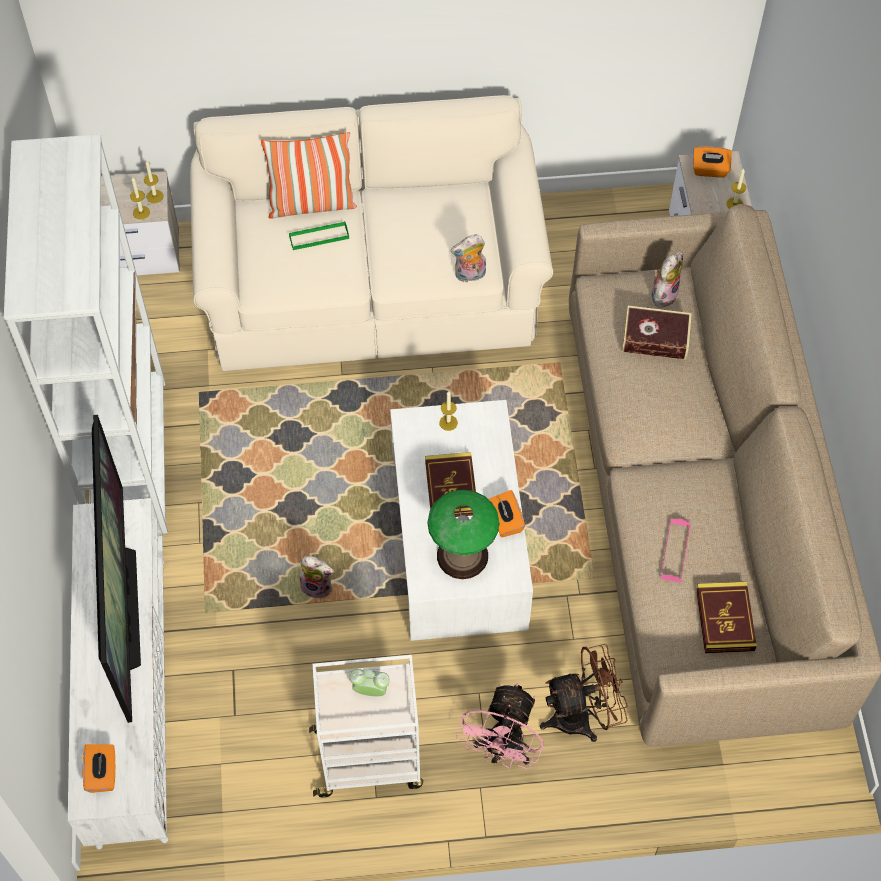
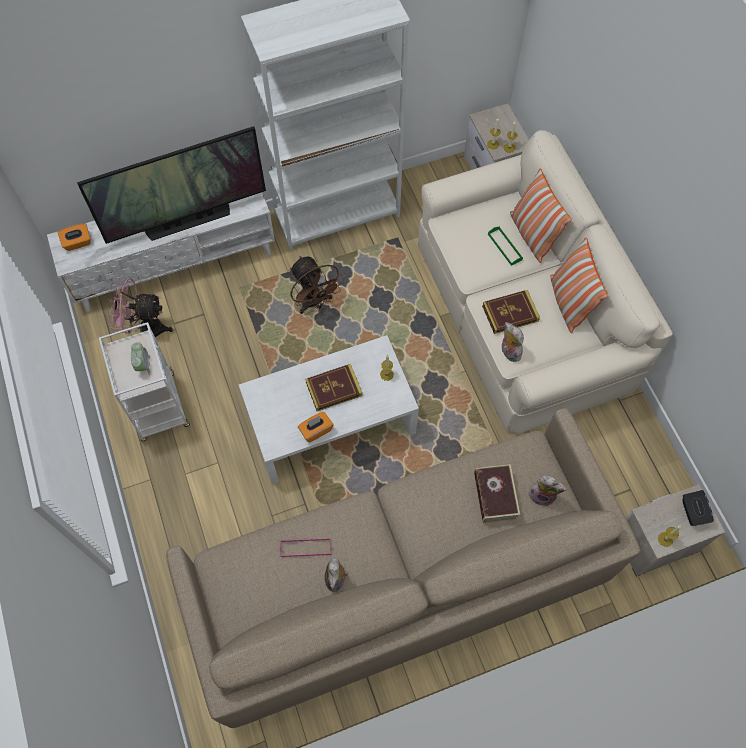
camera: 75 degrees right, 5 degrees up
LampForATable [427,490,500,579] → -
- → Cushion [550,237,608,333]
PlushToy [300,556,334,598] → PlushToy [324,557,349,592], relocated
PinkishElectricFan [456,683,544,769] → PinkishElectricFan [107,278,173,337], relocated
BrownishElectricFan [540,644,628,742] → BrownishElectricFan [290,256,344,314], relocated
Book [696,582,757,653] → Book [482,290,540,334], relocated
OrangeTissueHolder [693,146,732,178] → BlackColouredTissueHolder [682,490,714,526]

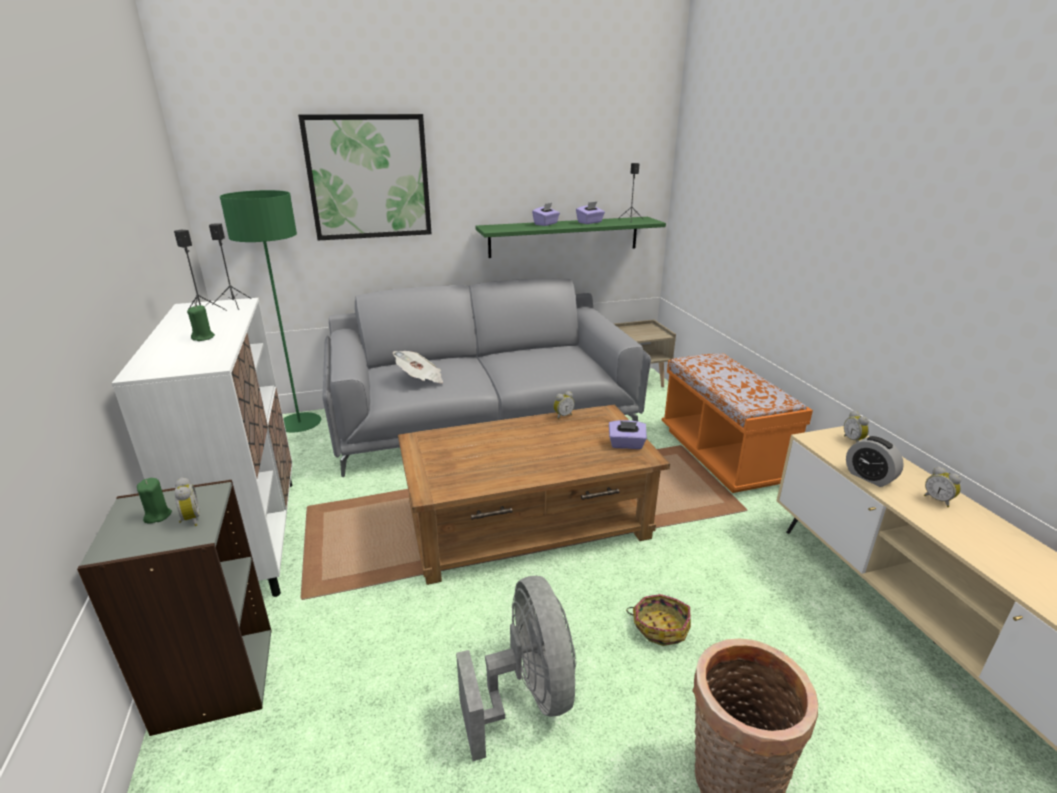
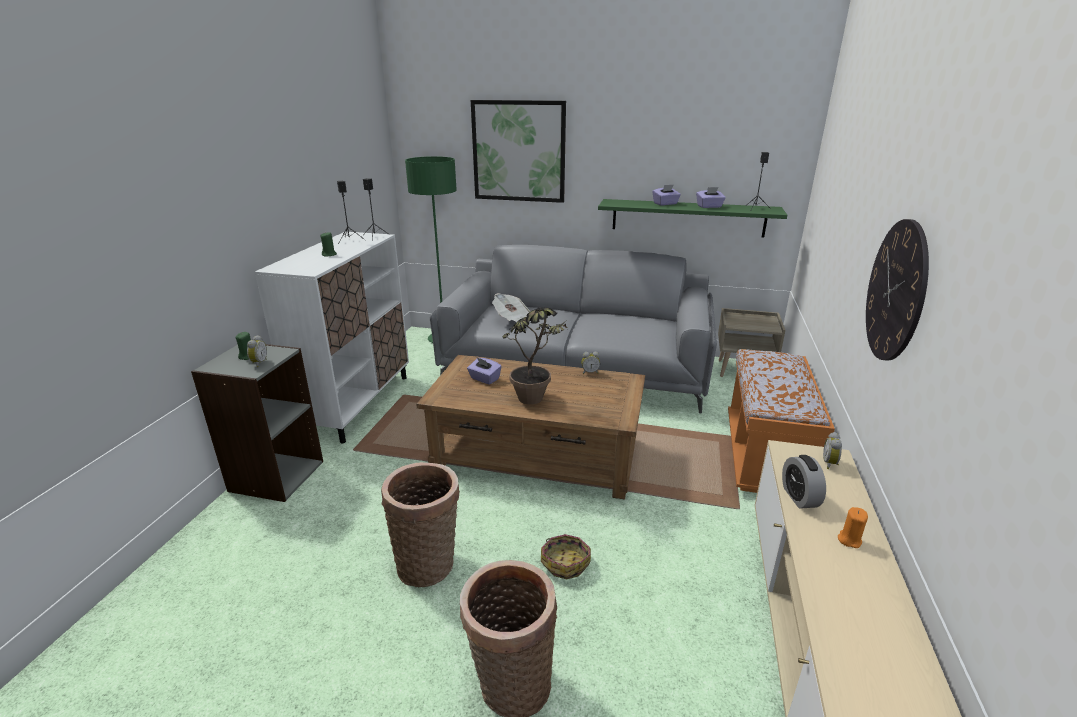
camera: 30 degrees right, 0 degrees up
- → PottedPlant [503,308,567,405]
- → WallClock [866,219,929,361]
PurpleColouredTissueHolder [609,420,647,449] → PurpleColouredTissueHolder [467,357,502,385], relocated
GreyElectricFan [456,576,576,761] → StorageBasket [381,462,460,587]
BedsideClock [924,466,961,507] → OrangeWaxLight [838,507,868,548]

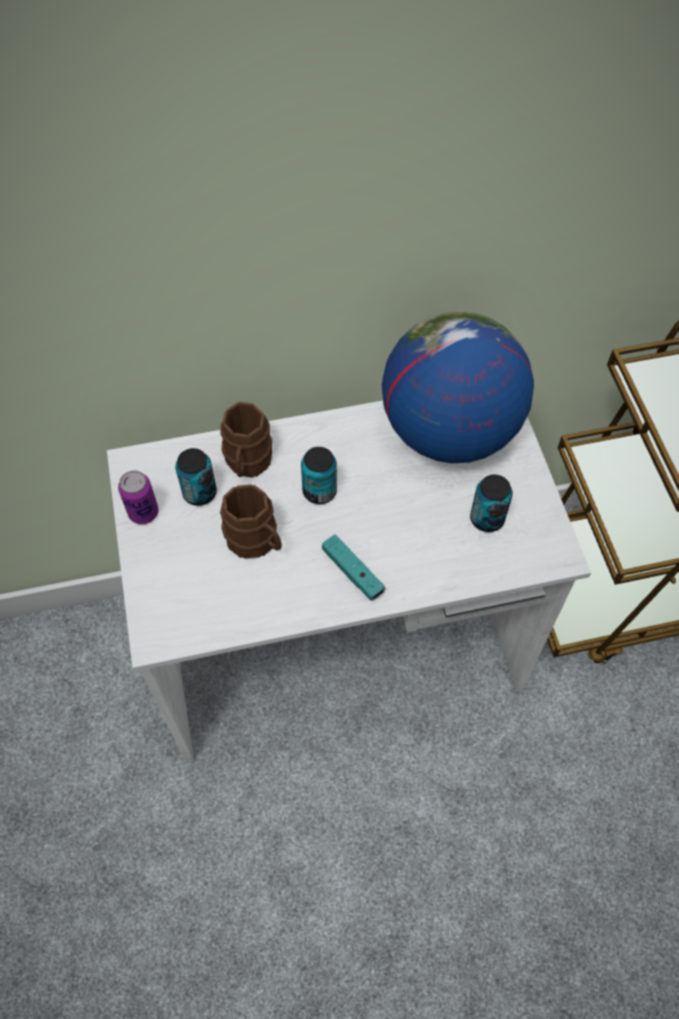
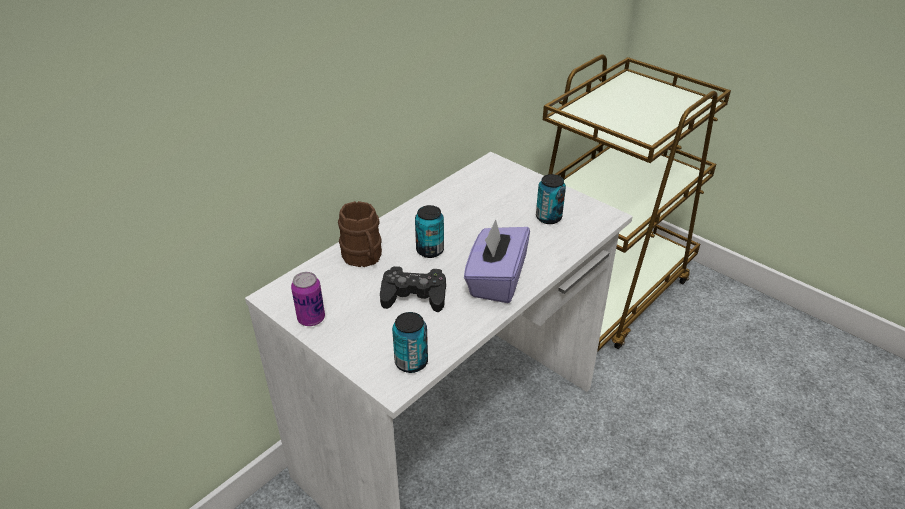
camera: 35 degrees left, 20 degrees down
Globe [382,311,534,463] → -
SealedCan [175,448,217,506] → SealedCan [392,312,428,373], relocated
BrownishTeaMug [220,484,282,559] → BlackColouredGameController [380,266,446,312]
TurquoiseColouredGameController [322,535,385,601] → PurpleColouredTissueHolder [464,219,530,303]

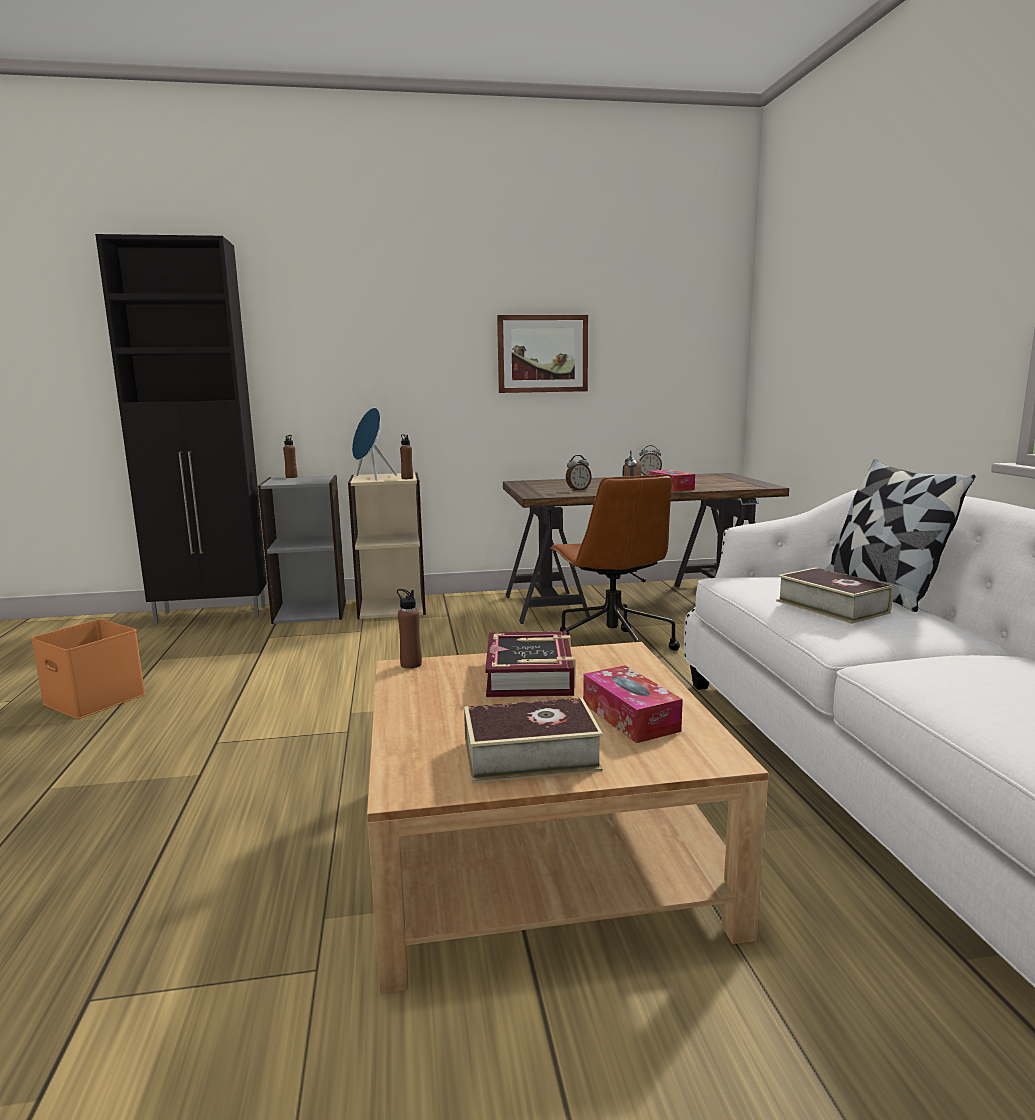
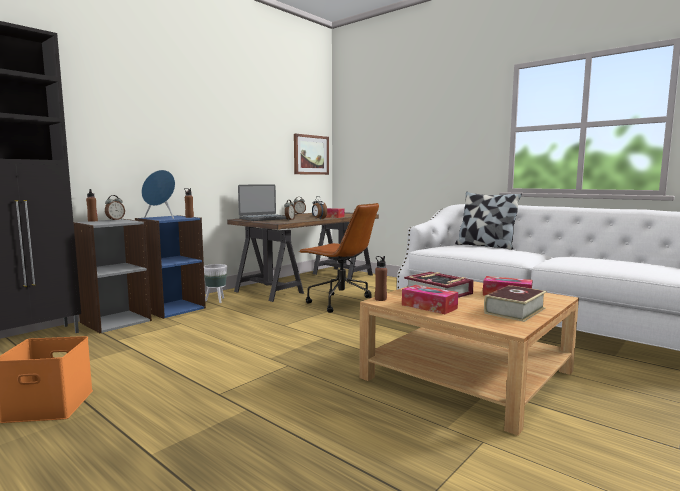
camera: 40 degrees left, 5 degrees down
Book [776,567,893,624] → -
- → BedsideClock [105,195,125,220]
- → WhitishPlanter [204,264,227,303]
- → Laptop [238,184,287,221]
- → TissueHolder [402,285,458,314]
WallPicture [497,315,588,393] → WallPicture [294,134,329,175], relocated
BeigeBookcase [348,473,426,619] → BluishBookcase [135,215,206,319]

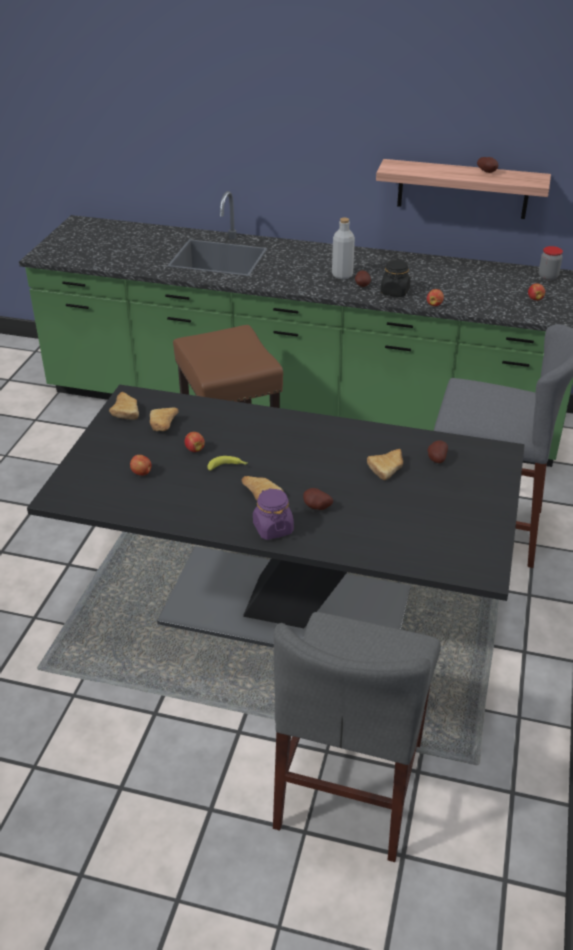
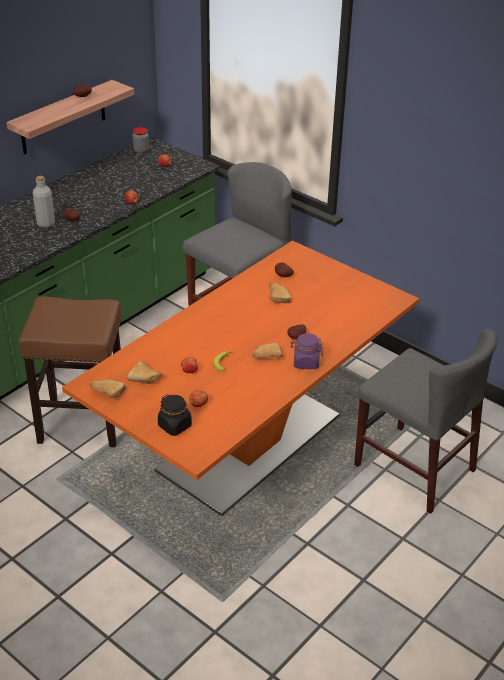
camera: 65 degrees left, 0 degrees up
BlackColouredStorageJar [381,259,411,297] → BlackColouredStorageJar [158,394,192,436], relocated
BlackColouredDinnerTable [27,384,525,648] → OrangeDinnerTable [62,240,419,516]

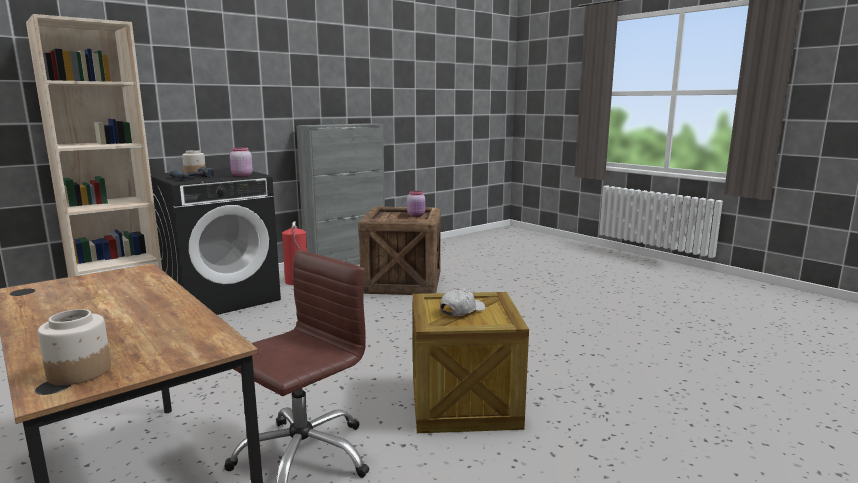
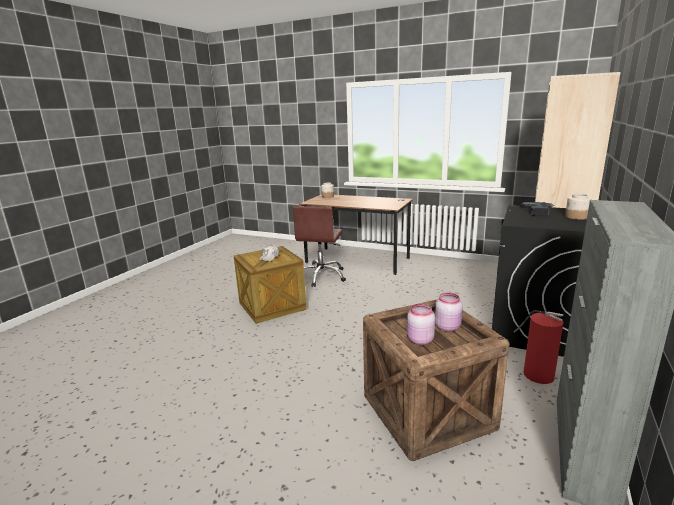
camera: 155 degrees right, 5 degrees up
PinkishStorageJar [230,147,253,177] → PinkishStorageJar [435,292,463,332], relocated

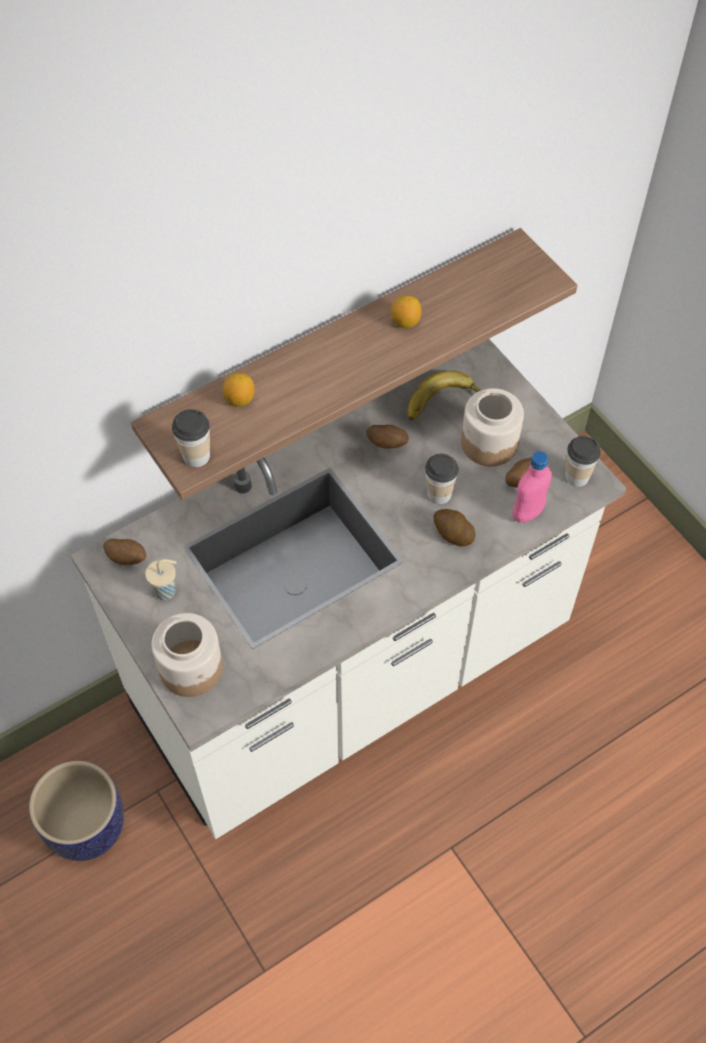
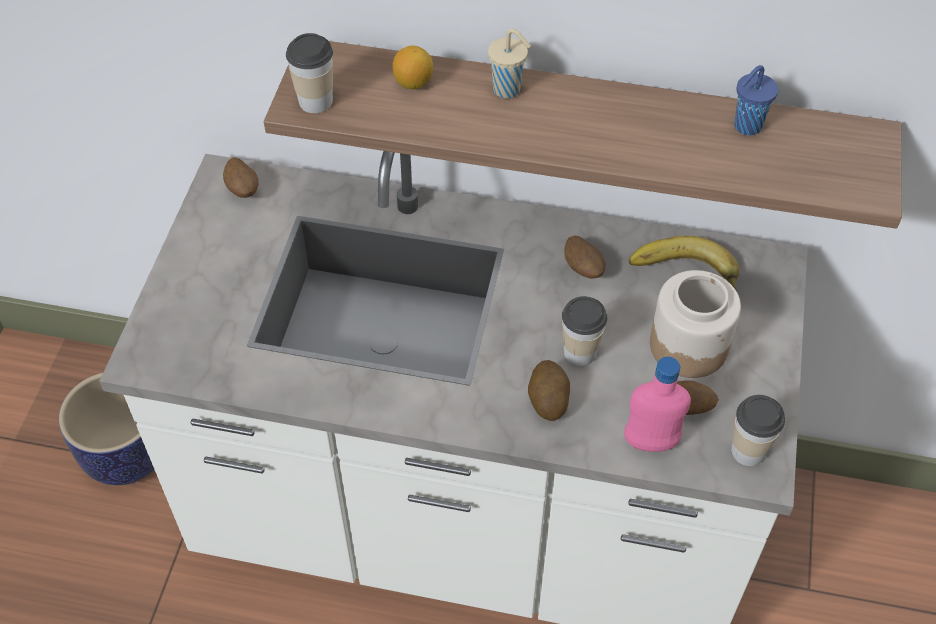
camera: 45 degrees right, 5 degrees down
StorageJar [151,613,223,697] → -
Lemon [391,295,421,328] → -
- → BluishSmallCup [734,65,778,135]
BeigeSmallCup [145,559,177,600] → BeigeSmallCup [488,28,531,99], relocated

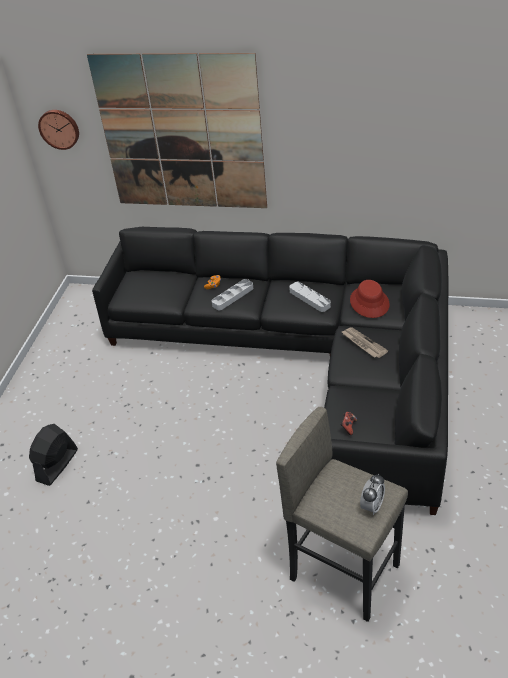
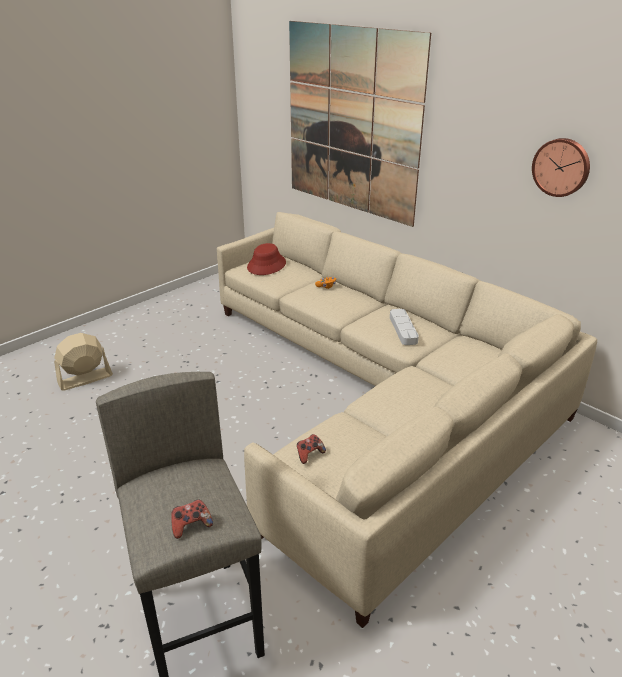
camera: 30 degrees right, 10 degrees down
GreyTray [212,279,253,310] → -
Newspaper [342,327,388,358] → -
WallClock [38,110,79,150] → WallClock [532,138,590,197], relocated
RedClothingHat [350,280,390,318] → RedClothingHat [247,243,286,275], relocated
BedsideClock [360,474,385,515] → GameController [171,499,213,539]
BlackColouredElectricFan [29,424,78,486] → BeigeElectricFan [54,333,113,391]
BlackColouredSofa [92,227,449,515] → BeigeSofa [217,212,597,628]

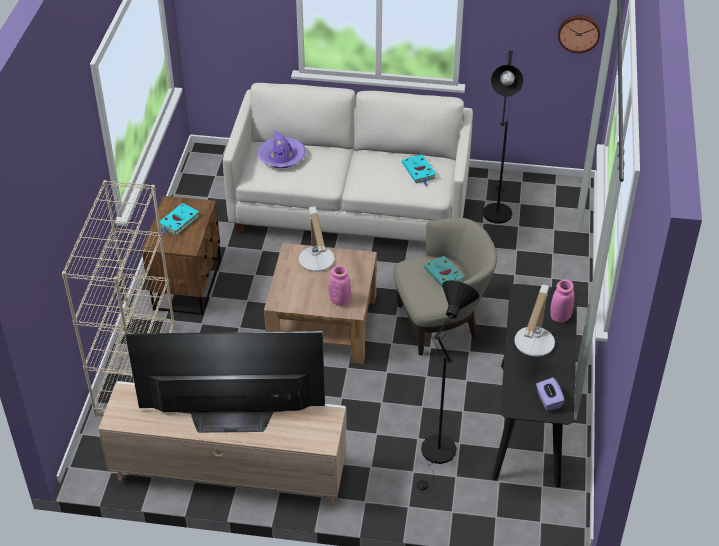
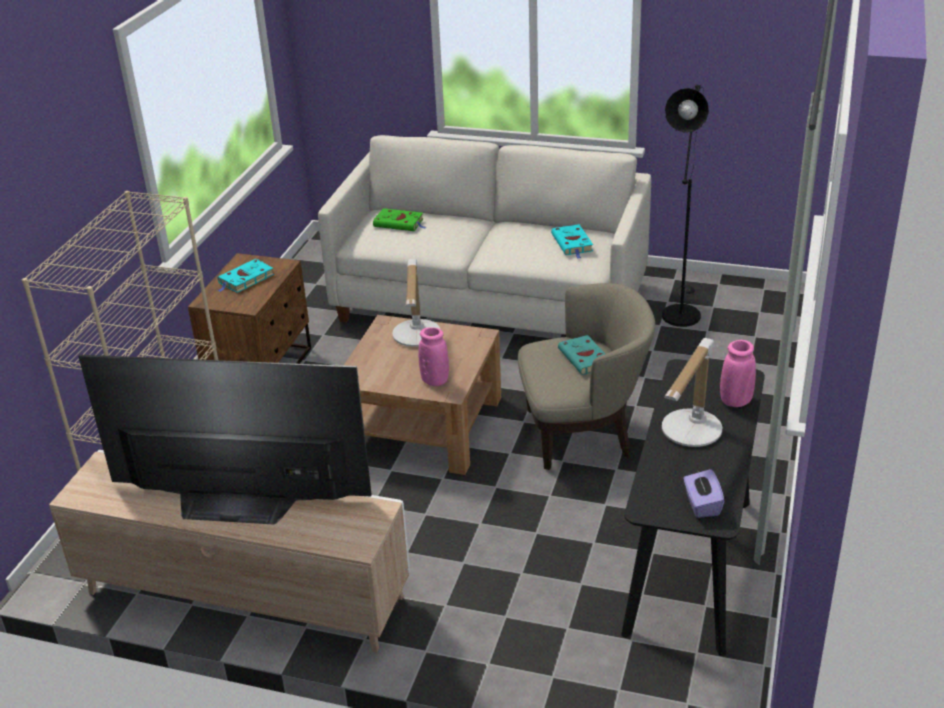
camera: 10 degrees right, 10 degrees down
BlackColouredStandingLamp [417,280,479,494] → -
WallClock [558,15,600,53] → -
PurpleColouredClothingHat [257,130,306,168] → GreenishBook [373,208,426,231]

